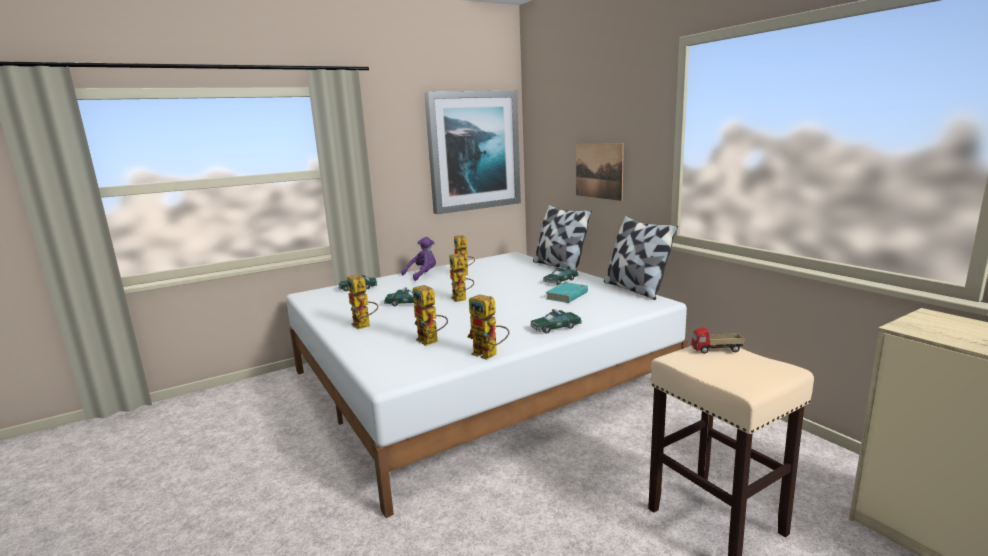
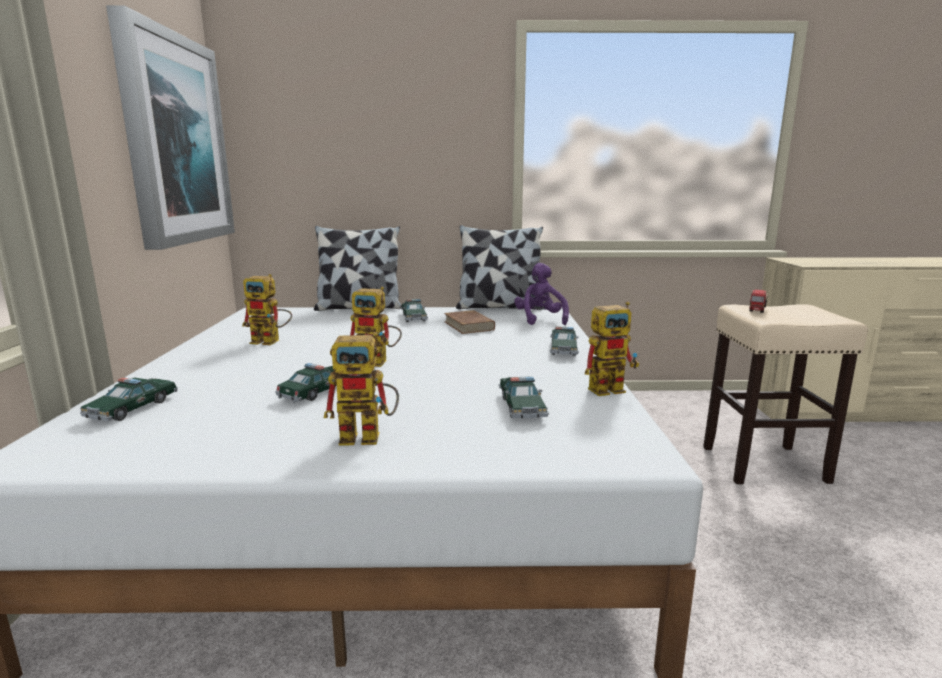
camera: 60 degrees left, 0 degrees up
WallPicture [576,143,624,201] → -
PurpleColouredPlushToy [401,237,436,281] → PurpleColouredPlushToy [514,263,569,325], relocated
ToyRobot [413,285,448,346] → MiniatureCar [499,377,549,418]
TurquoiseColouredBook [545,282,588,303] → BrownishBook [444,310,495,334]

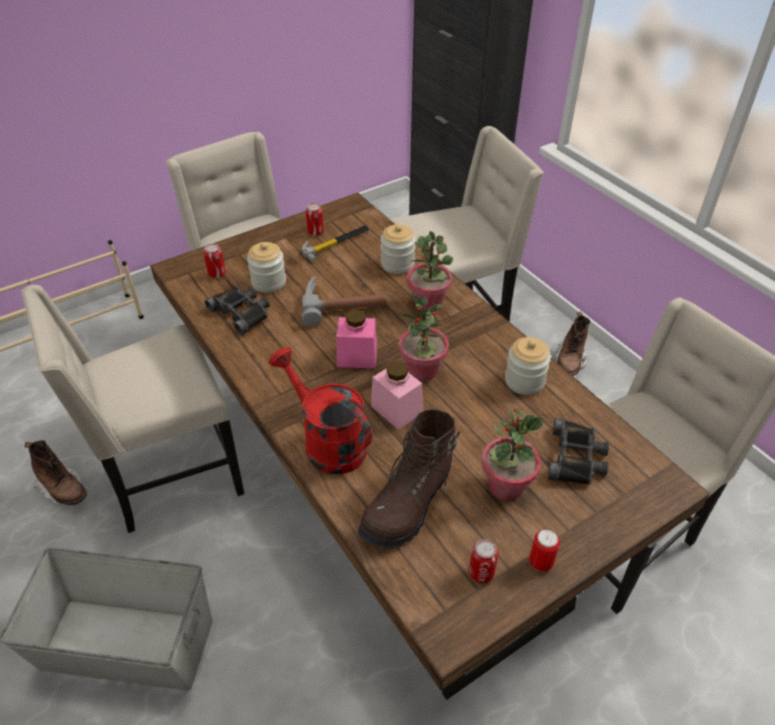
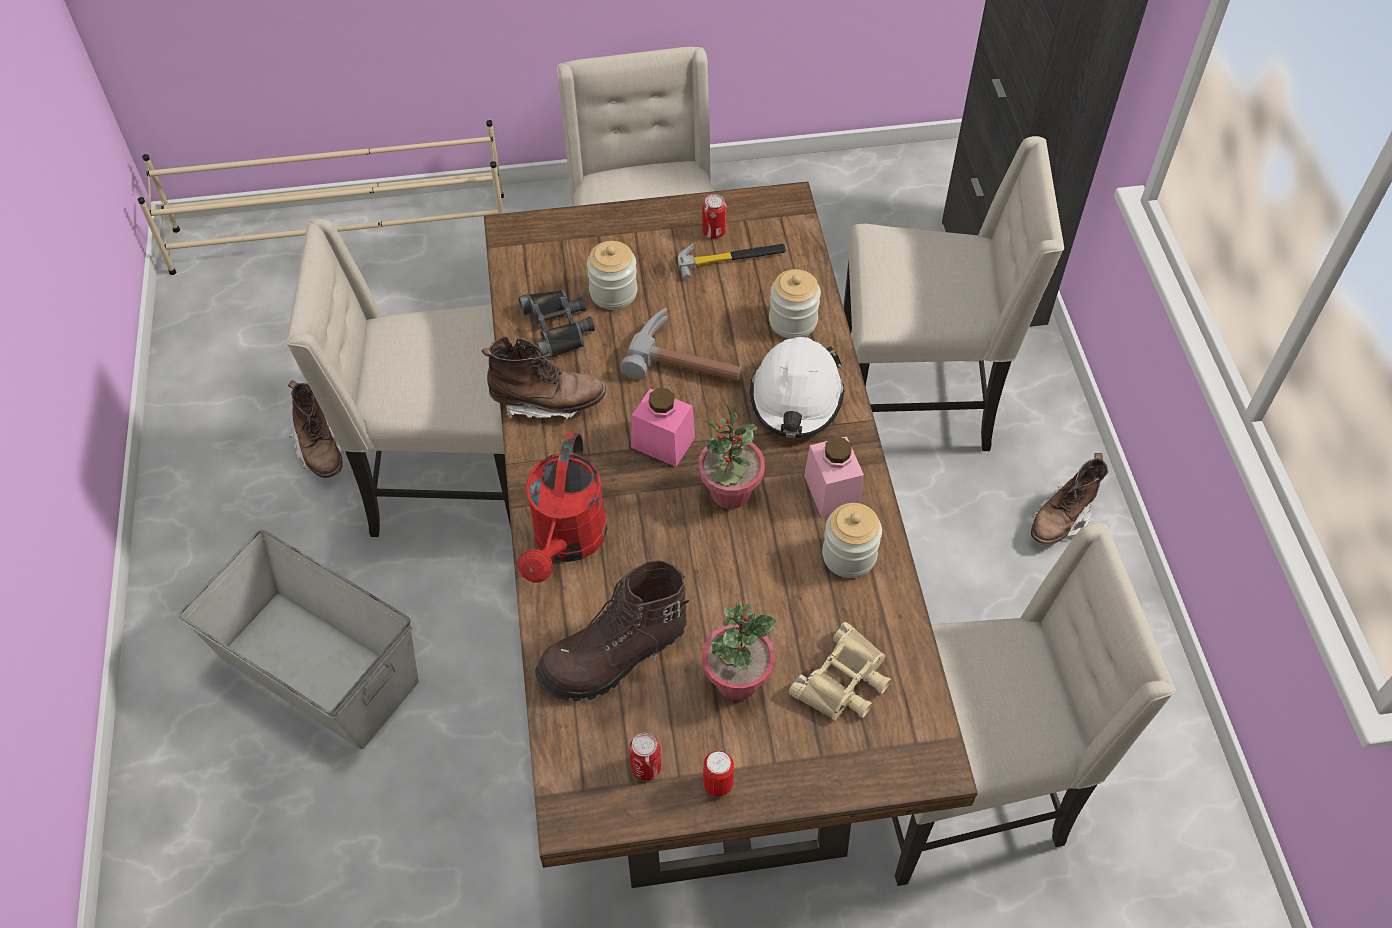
camera: 25 degrees right, 10 degrees up
SealedCan [204,244,226,278] → -
- → BrownishBoot [482,336,606,419]
PinkishStorageJar [371,361,423,430] → PinkishStorageJar [804,436,864,517], relocated
PottedPlant [407,231,453,313] → WhitishSafetyHelmet [750,337,844,438]
BlackColouredBinoculars [548,418,609,485] → BeigeBinoculars [789,622,891,721]
RedWateringPot [269,347,372,474] → RedWateringPot [518,432,608,583], 150 degrees counterclockwise

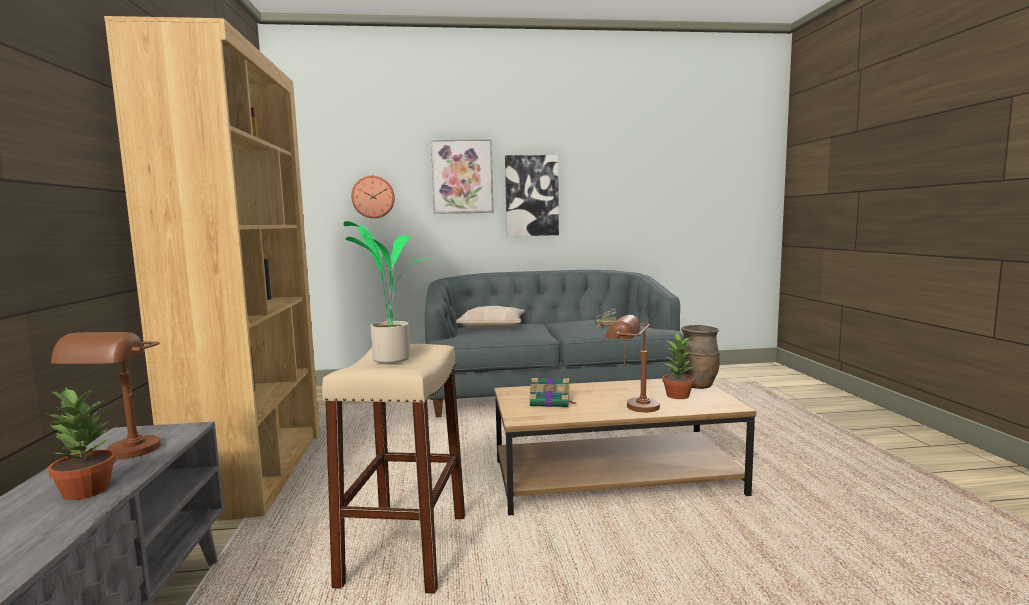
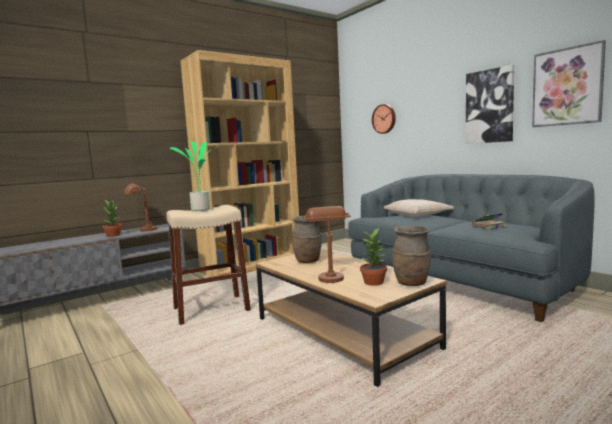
camera: 60 degrees right, 0 degrees up
WallPicture [431,139,494,214] → WallPicture [532,40,606,127], relocated
Book [529,378,576,407] → BrownishDecorativeVase [292,216,322,263]

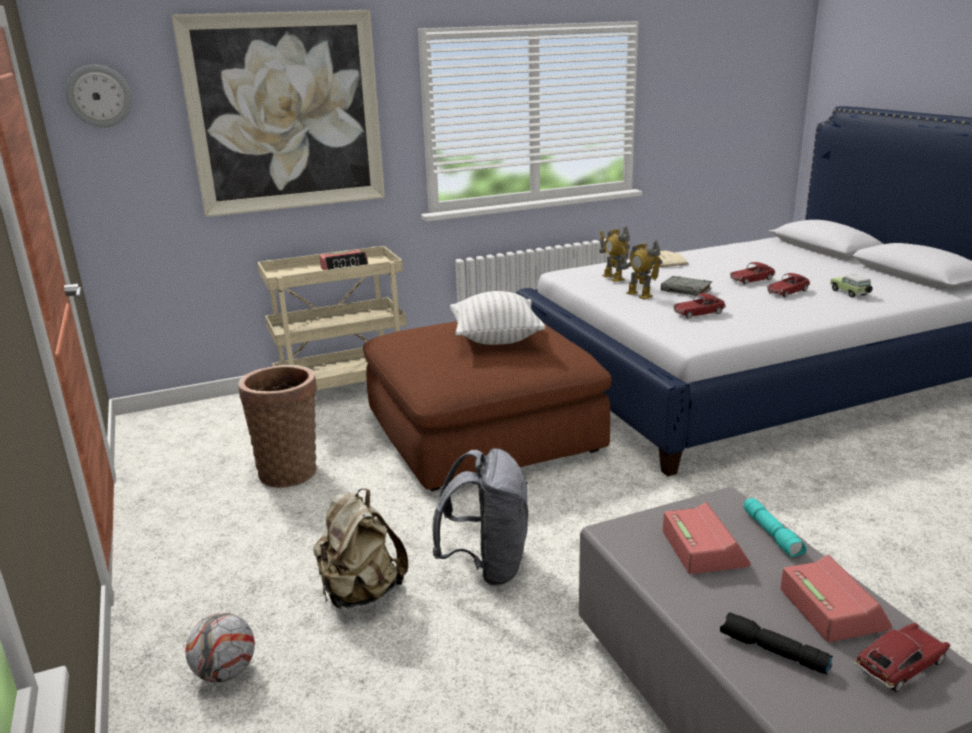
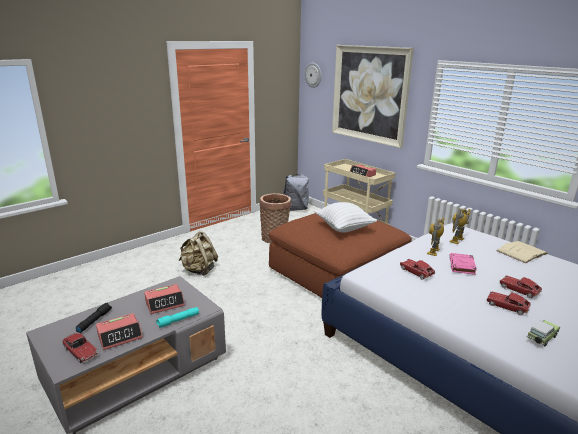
camera: 70 degrees right, 0 degrees up
BallForFootball [185,613,255,683] → -
GreyBackpack [432,448,528,586] → GreyBackpack [283,174,309,211], relocated
GreyBook [661,276,712,296] → PinkishBook [450,253,477,275]

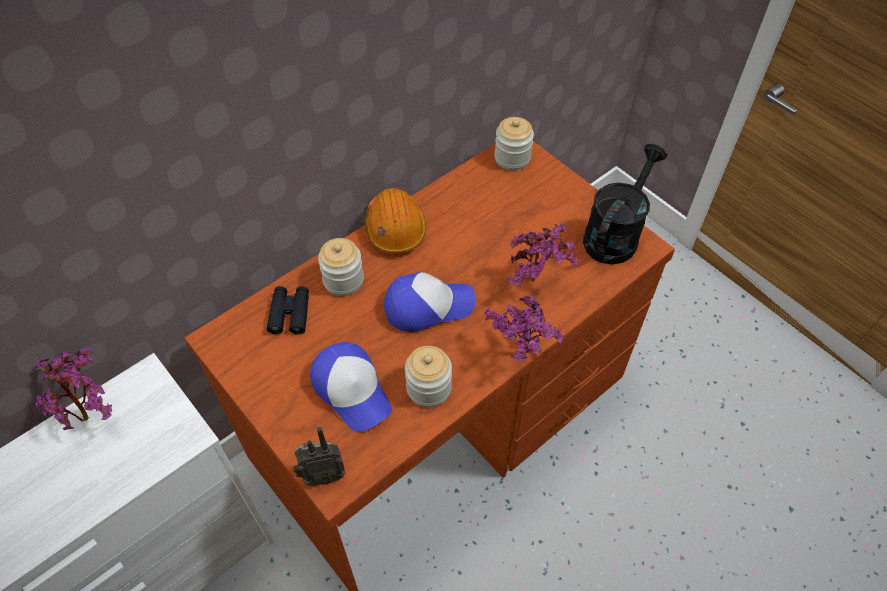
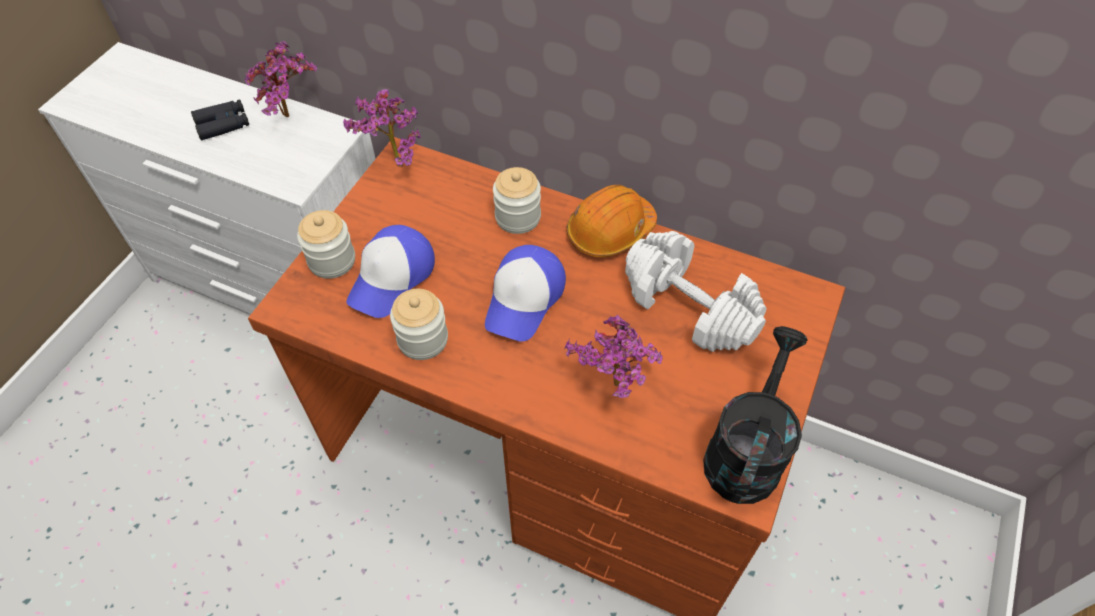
camera: 65 degrees right, 0 degrees up
Radio [293,427,346,486] → -
- → WhitishHandWeight [625,231,766,352]
BlackColouredBinoculars [267,286,309,334] → BlackColouredBinoculars [191,99,249,140], relocated
PottedPlant [484,295,563,362] → PottedPlant [343,89,421,167], relocated
StorageJar [494,117,534,170] → StorageJar [297,210,355,279], relocated
PeakedCap [384,272,475,332] → PeakedCap [485,245,566,342], 60 degrees clockwise
BlackColouredWateringPot [583,144,667,264] → BlackColouredWateringPot [703,326,808,504], 75 degrees counterclockwise

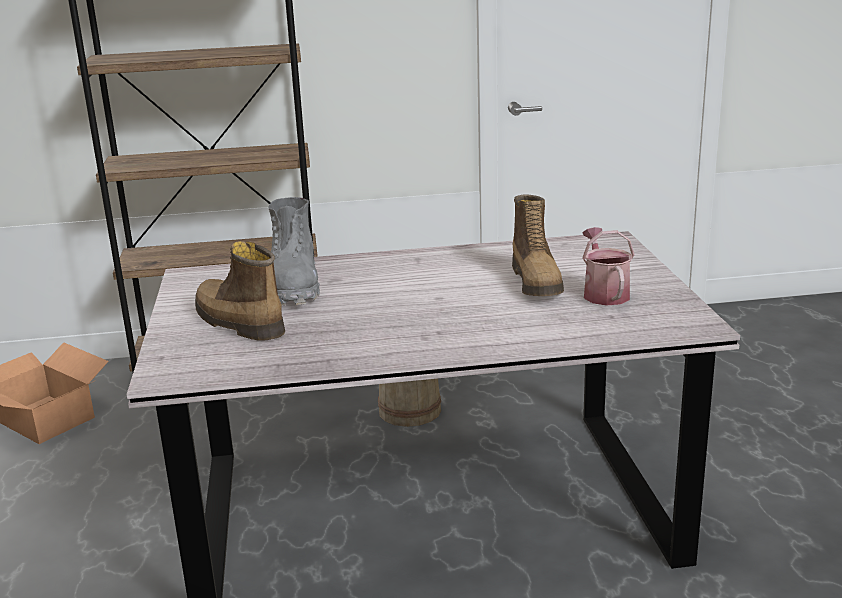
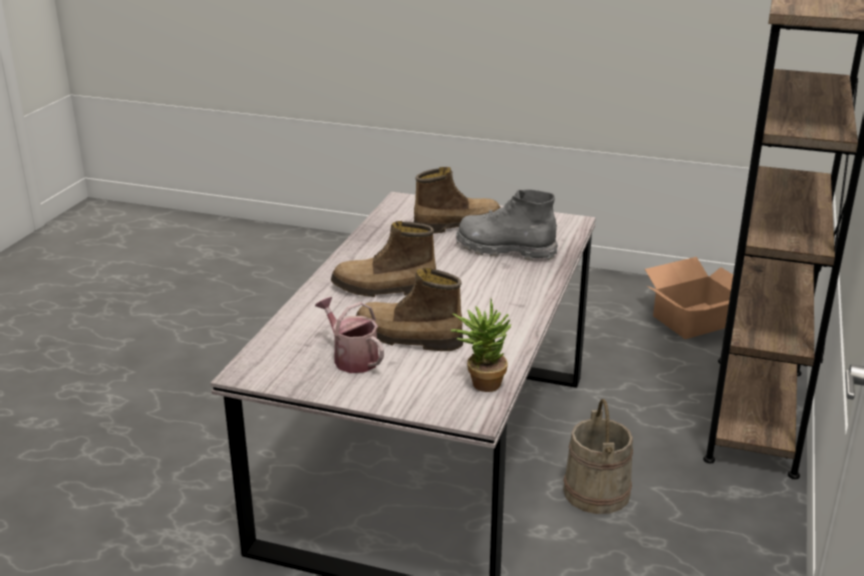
camera: 115 degrees right, 5 degrees up
- → Boot [331,221,436,297]
- → PottedPlant [450,298,511,392]
WateringPot [582,227,634,306] → WateringPot [315,297,384,373], 150 degrees counterclockwise

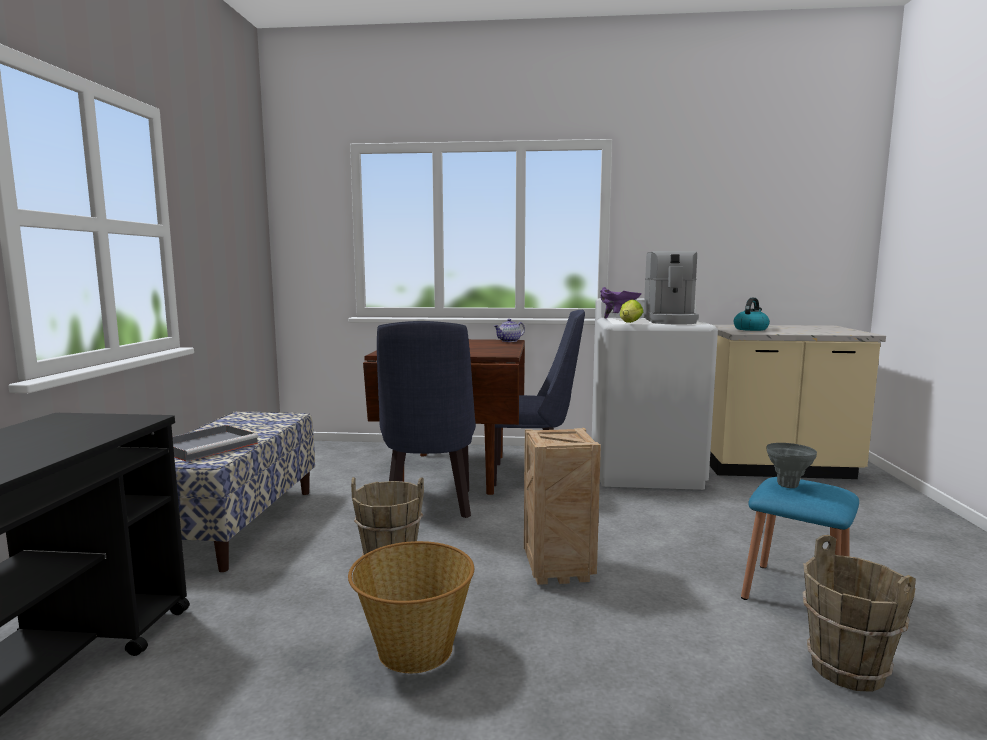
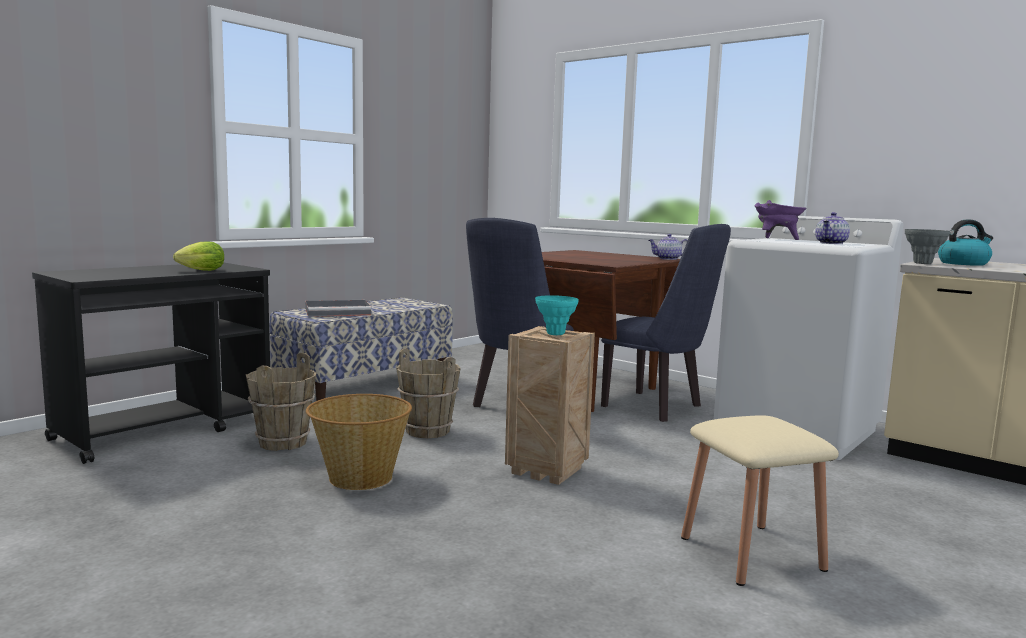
camera: 35 degrees right, 0 degrees up
- → TurquoiseColouredDecorativeVase [535,295,578,335]
HeadOfLettuce [620,299,643,323] → HeadOfLettuce [173,242,224,271], relocated
GreyDecorativeVase [766,443,817,488] → GreyDecorativeVase [905,229,950,264], relocated
BrownishWaterBucket [803,535,916,692] → BrownishWaterBucket [246,353,317,451], relocated
CoffeeMachine [644,251,699,325] → PotForTea [815,212,850,244]
BluishStool [741,477,859,600] → BeigeStool [681,416,839,586]

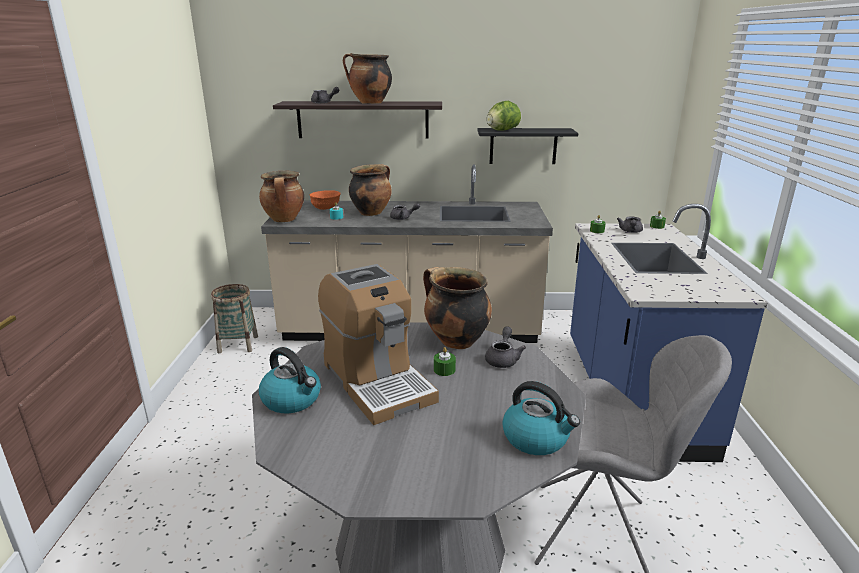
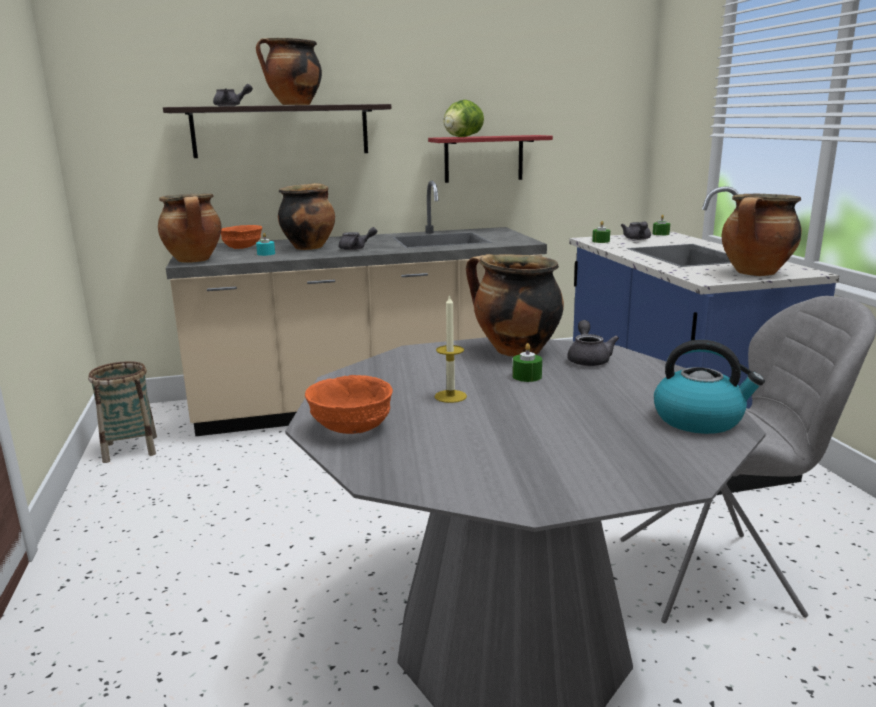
camera: 15 degrees left, 5 degrees down
- → Stockpot [721,194,802,276]
Kettle [259,347,321,413] → OrangeBowl [305,375,393,434]
CoffeeMachine [318,264,439,425] → WaxLight [435,294,467,403]
BlackColouredShelf [478,128,578,164] → RedShelf [428,135,553,183]

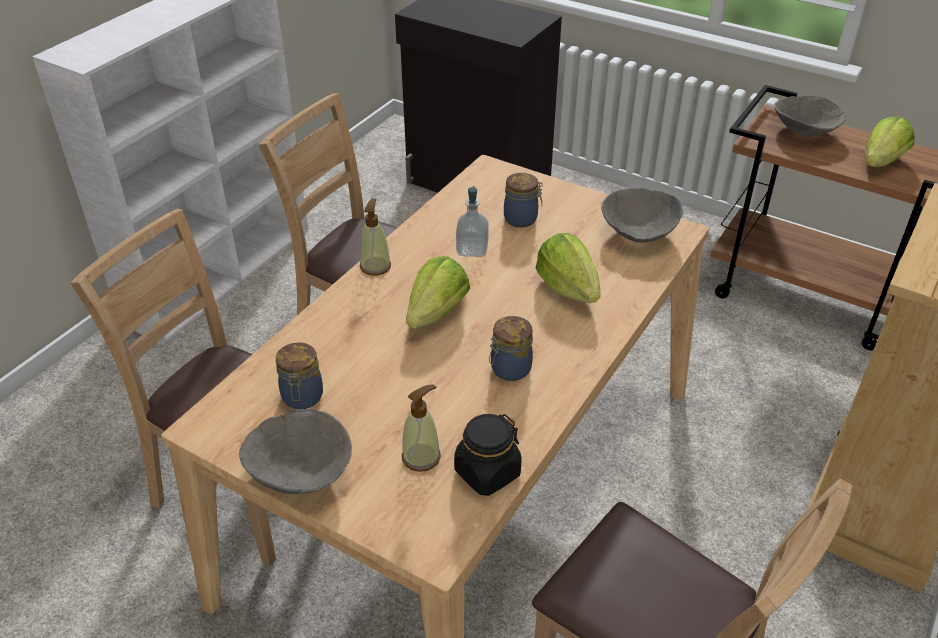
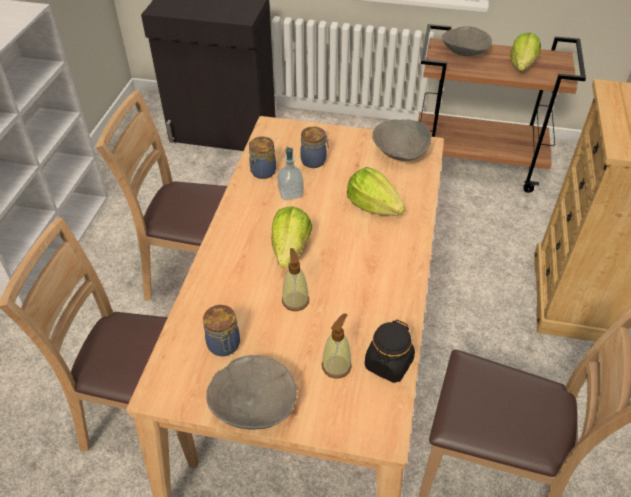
camera: 20 degrees left, 5 degrees up
SoapBottle [360,198,391,276] → SoapBottle [282,248,309,311], relocated
StorageJar [489,316,533,381] → StorageJar [249,137,276,179], relocated

